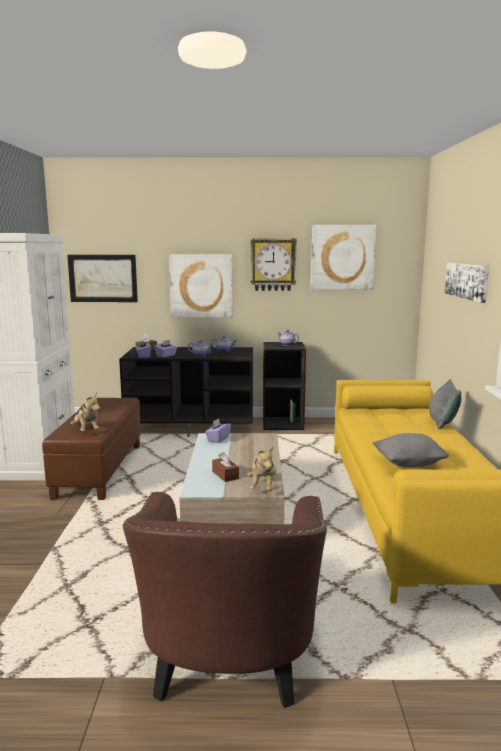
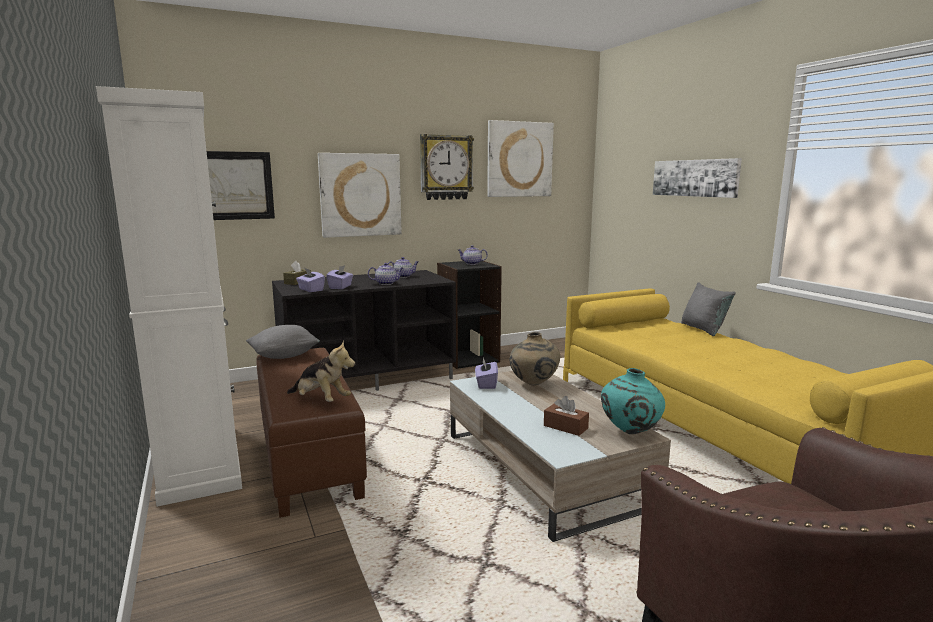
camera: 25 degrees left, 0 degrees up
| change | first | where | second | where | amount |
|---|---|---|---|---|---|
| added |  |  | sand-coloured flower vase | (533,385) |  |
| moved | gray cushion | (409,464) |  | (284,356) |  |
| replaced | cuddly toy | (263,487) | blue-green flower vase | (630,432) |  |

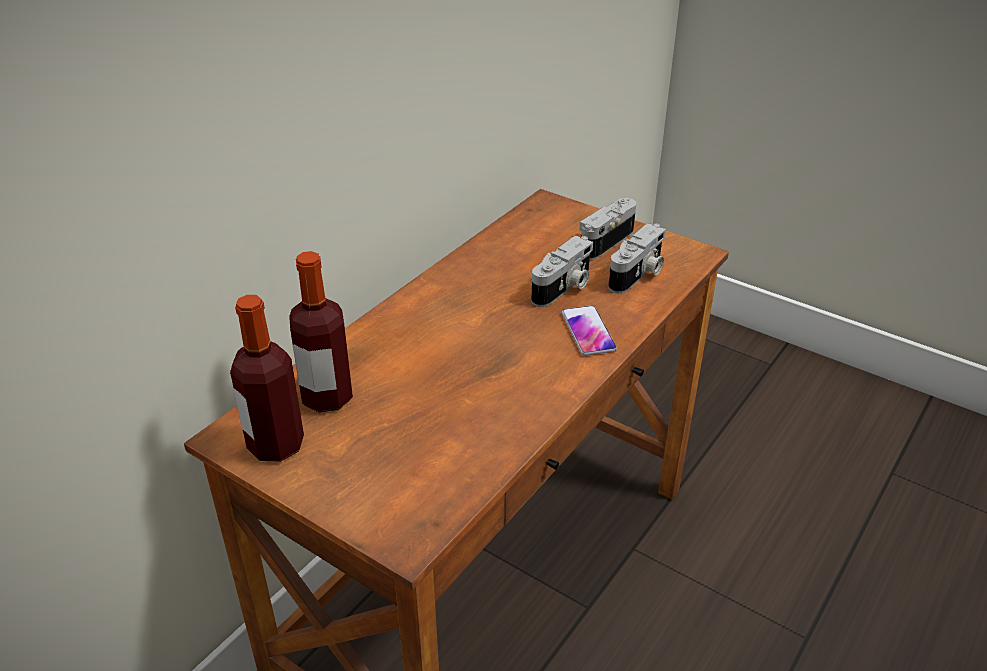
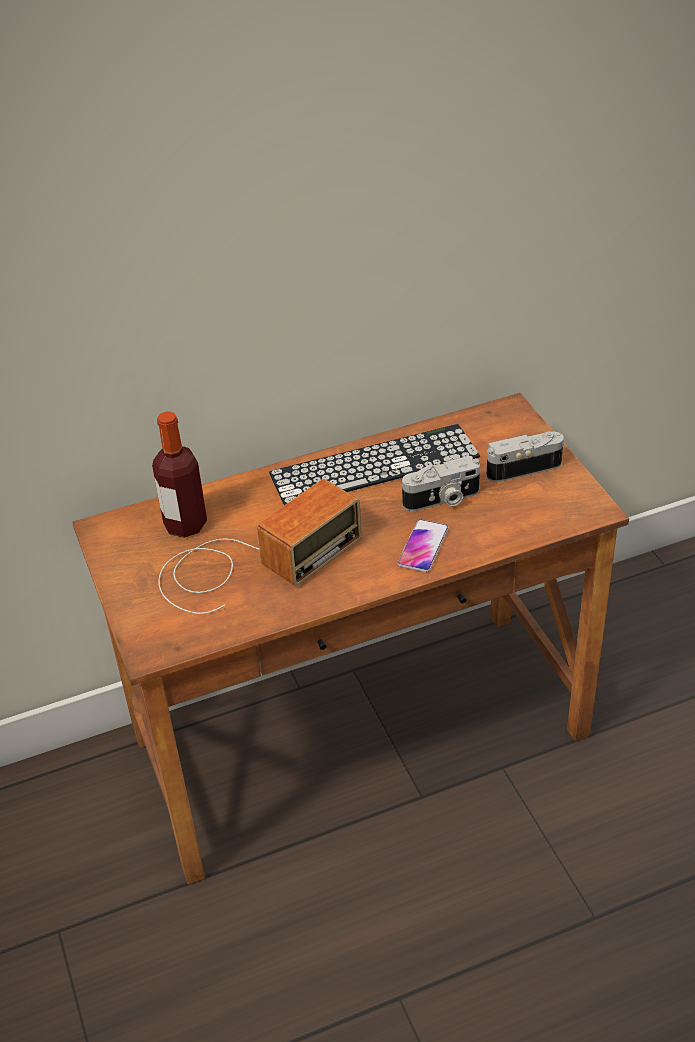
camera: 35 degrees right, 5 degrees up
| change | first | where | second | where | amount |
|---|---|---|---|---|---|
| removed | beverage bottle | (276,445) |  |  |  |
| removed | photo camera | (638,275) |  |  |  |
| added |  |  | radio set | (251,563) |  |
| added |  |  | keyboard | (374,465) |  |

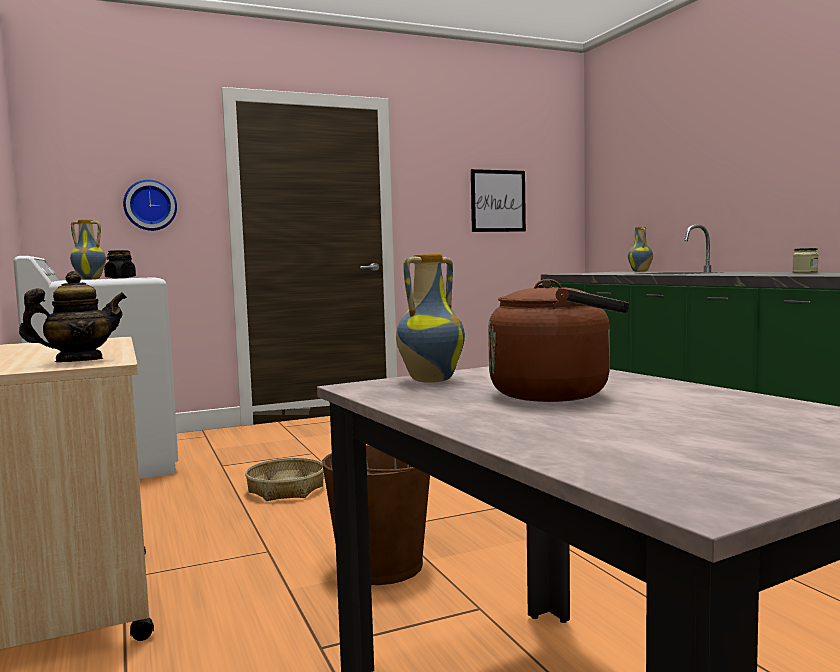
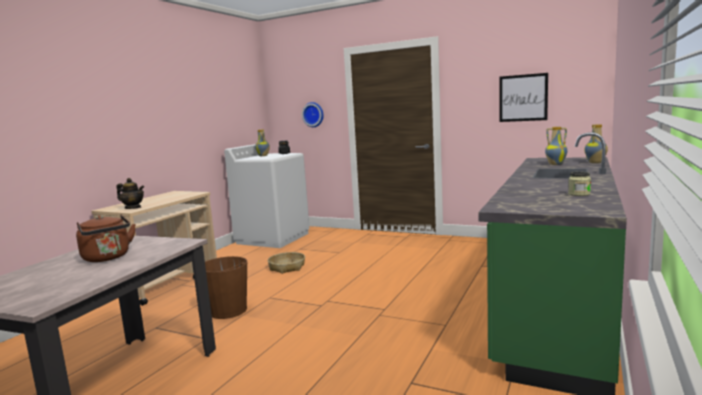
camera: 50 degrees right, 5 degrees up
| change | first | where | second | where | amount |
|---|---|---|---|---|---|
| moved | flower vase | (430,380) |  | (555,164) |  |

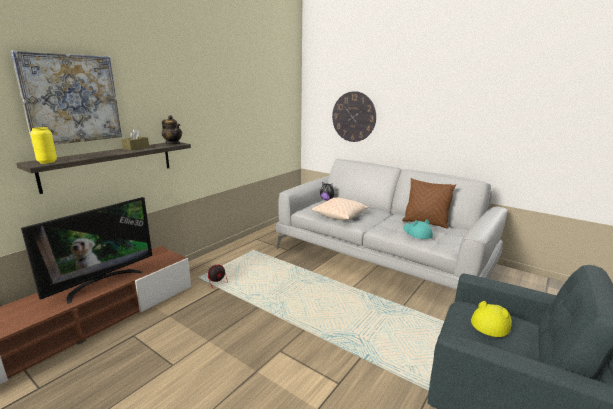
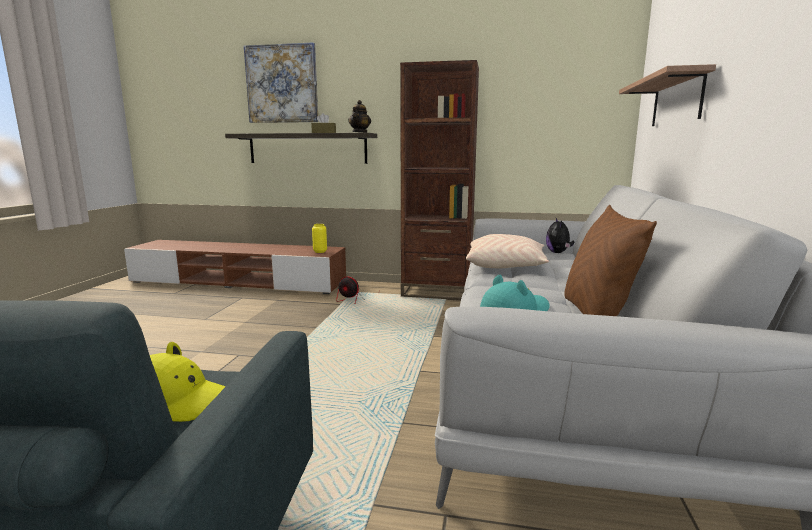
camera: 65 degrees right, 5 degrees down
| change | first | where | second | where | amount |
|---|---|---|---|---|---|
| removed | TV | (101,282) |  |  |  |
| added |  |  | brown-coloured shelving unit | (437,292) |  |
| moved | yellow flower vase | (47,162) |  | (320,251) |  |
| replaced | hanging clock | (353,117) | wall shelf | (676,101) |  |

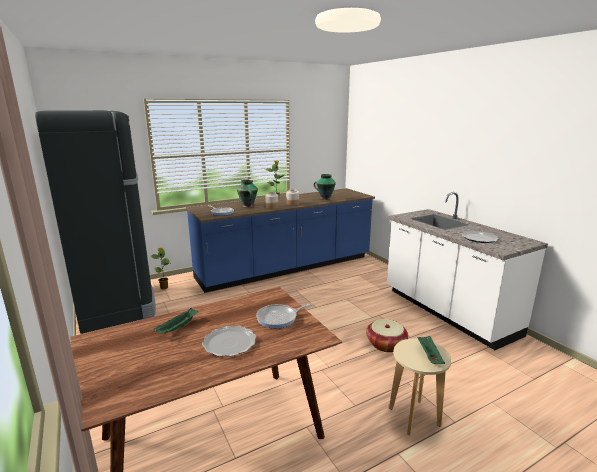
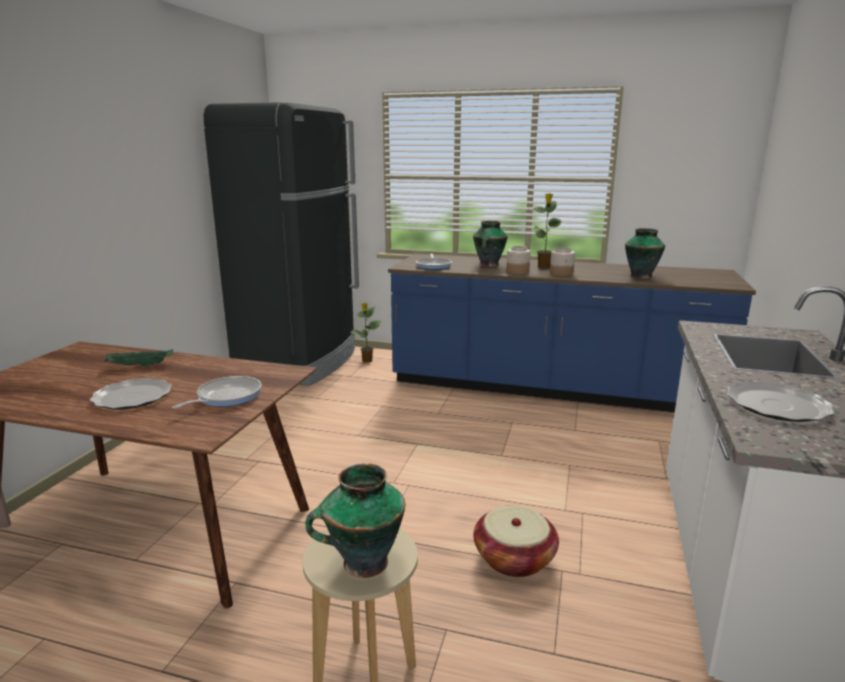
camera: 45 degrees right, 0 degrees up
| change | first | where | second | where | amount |
|---|---|---|---|---|---|
| replaced | greenish carrying tray | (429,356) | flower vase | (362,563) |  |
| turned | pan | (279,318) |  | (226,397) | 105 degrees clockwise |

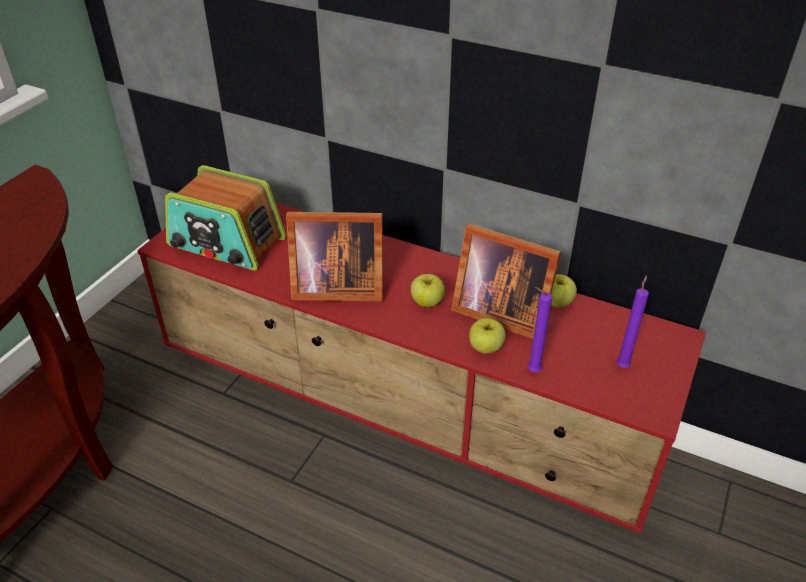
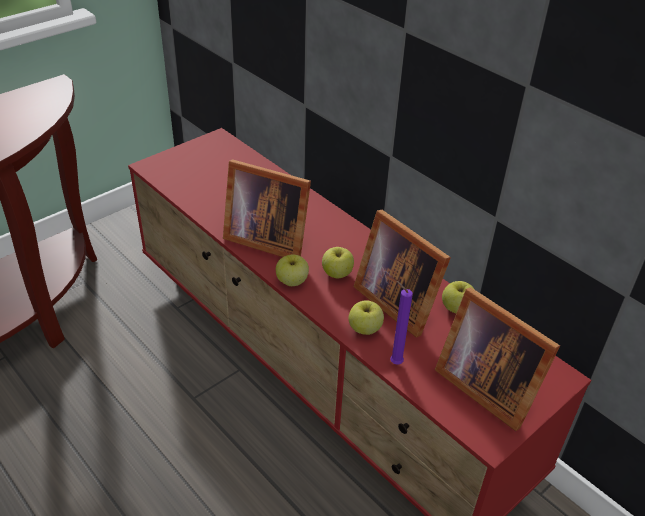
camera: 20 degrees right, 0 degrees up
| change | first | where | second | where | amount |
|---|---|---|---|---|---|
| removed | radio set | (226,243) |  |  |  |
| added |  |  | apple | (292,281) |  |
| replaced | purple-coloured wax candle | (623,365) | standing frame | (485,384) |  |

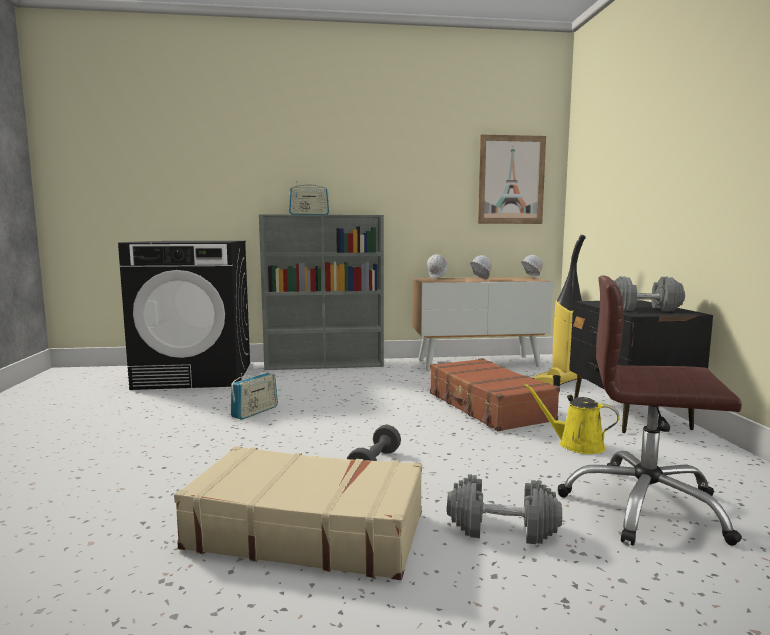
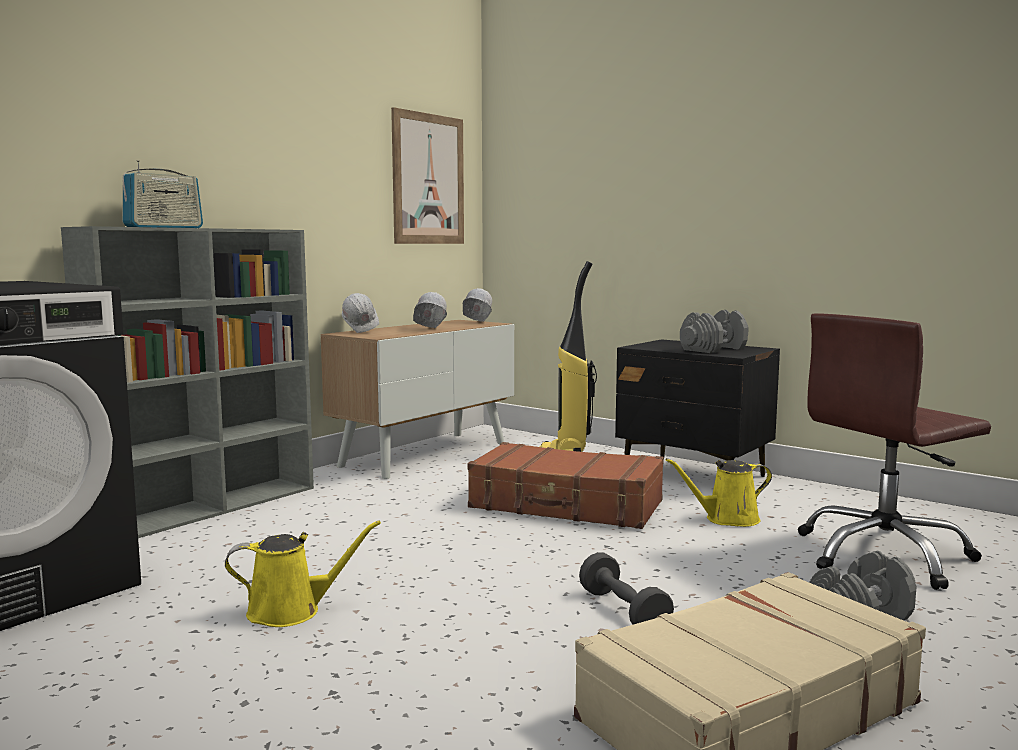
camera: 45 degrees left, 0 degrees up
| change | first | where | second | where | amount |
|---|---|---|---|---|---|
| replaced | radio set | (255,412) | yellow watering can | (291,611) |  |

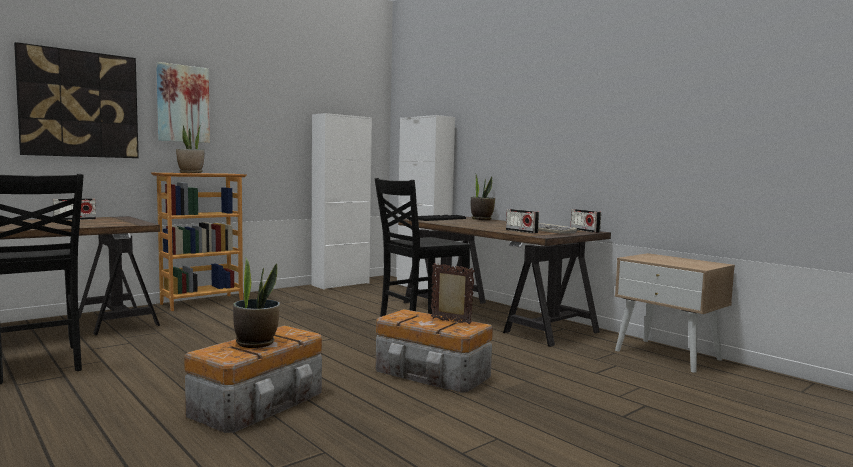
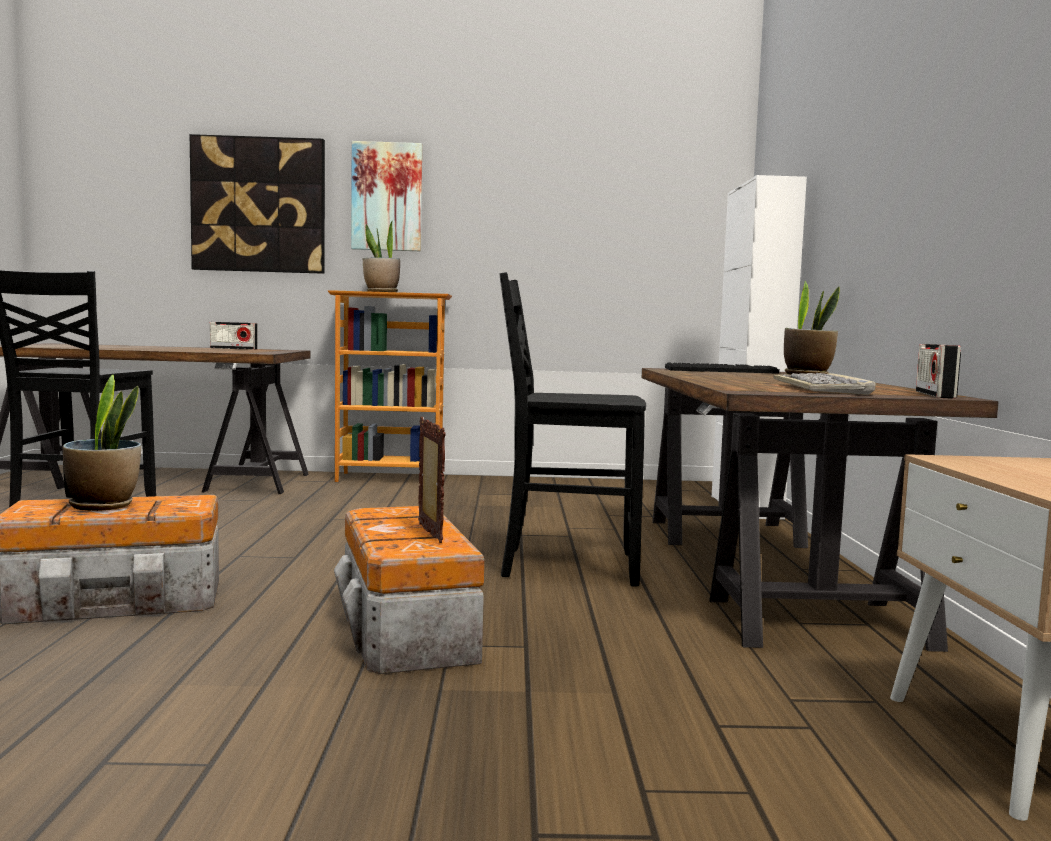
camera: 40 degrees right, 0 degrees up
| change | first | where | second | where | amount |
|---|---|---|---|---|---|
| removed | white-coloured cupboard | (340,284) |  |  |  |
| removed | radio set | (521,231) |  |  |  |

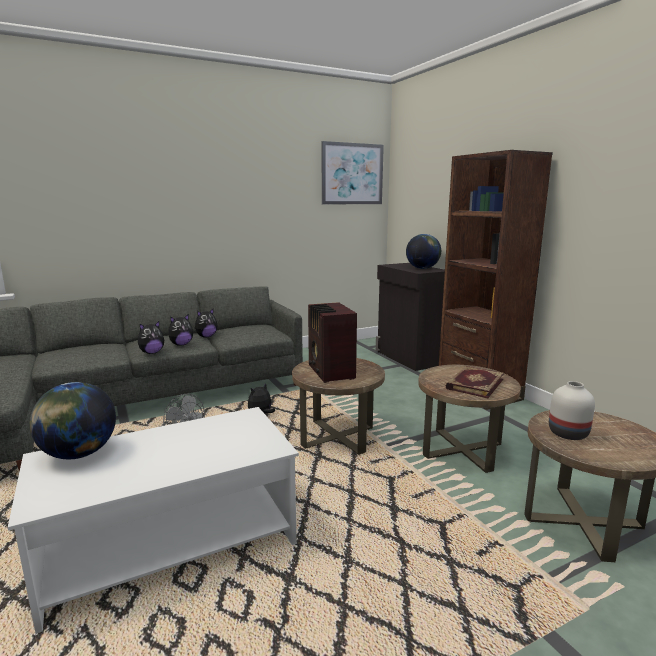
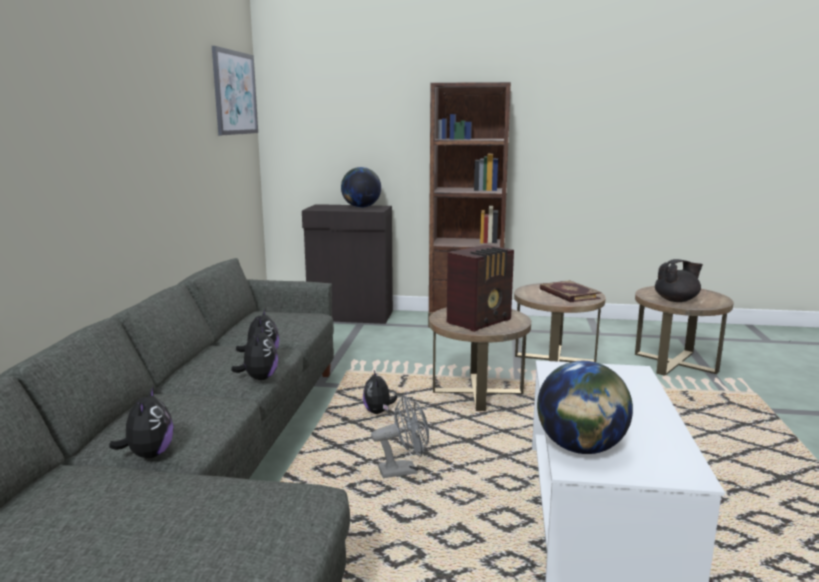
camera: 55 degrees left, 0 degrees up
| change | first | where | second | where | amount |
|---|---|---|---|---|---|
| moved | cuddly toy | (206,336) |  | (149,454) |  |
| replaced | white-coloured flower vase | (568,434) | black-coloured pot for tea | (676,300) |  |
| turned | radio set | (330,372) |  | (481,321) | 60 degrees counterclockwise |

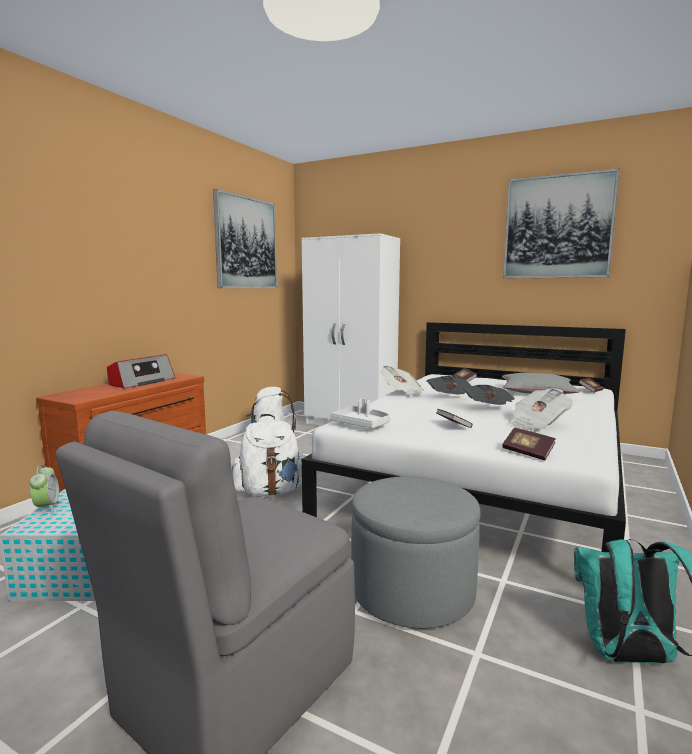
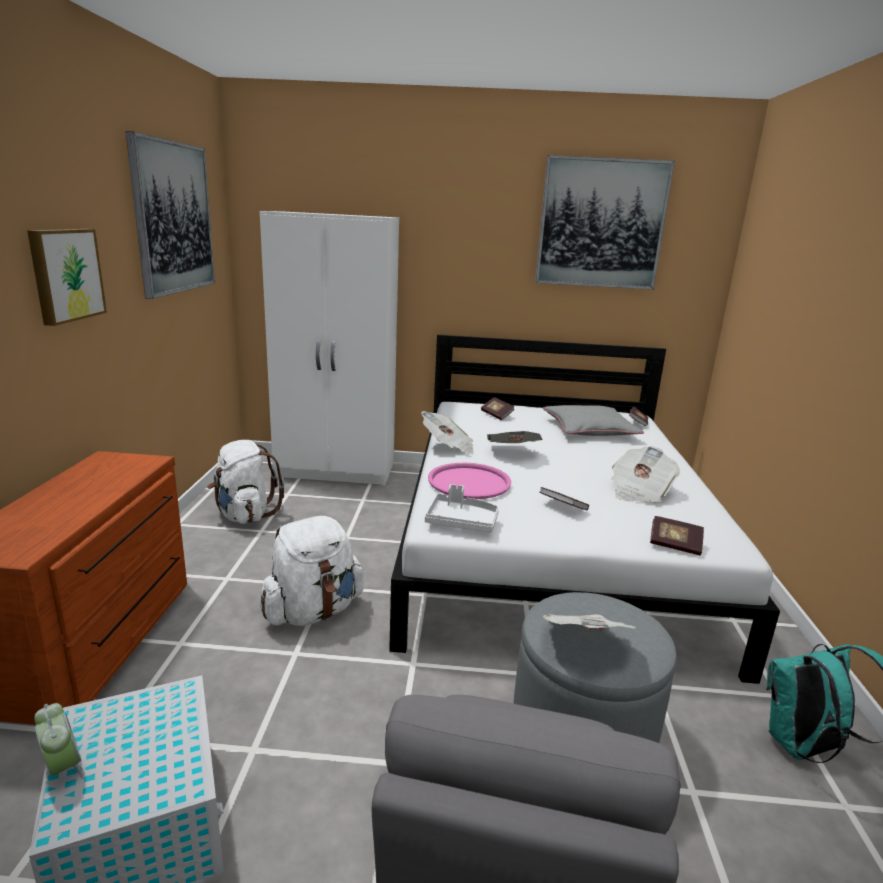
camera: 25 degrees left, 10 degrees up
| change | first | where | second | where | amount |
|---|---|---|---|---|---|
| removed | radio set | (141,382) |  |  |  |
| added |  |  | wall art | (65,274) |  |
| added |  |  | pinkish carrying tray | (469,482) |  |
| moved | printed paper | (488,409) |  | (585,642) |  |

